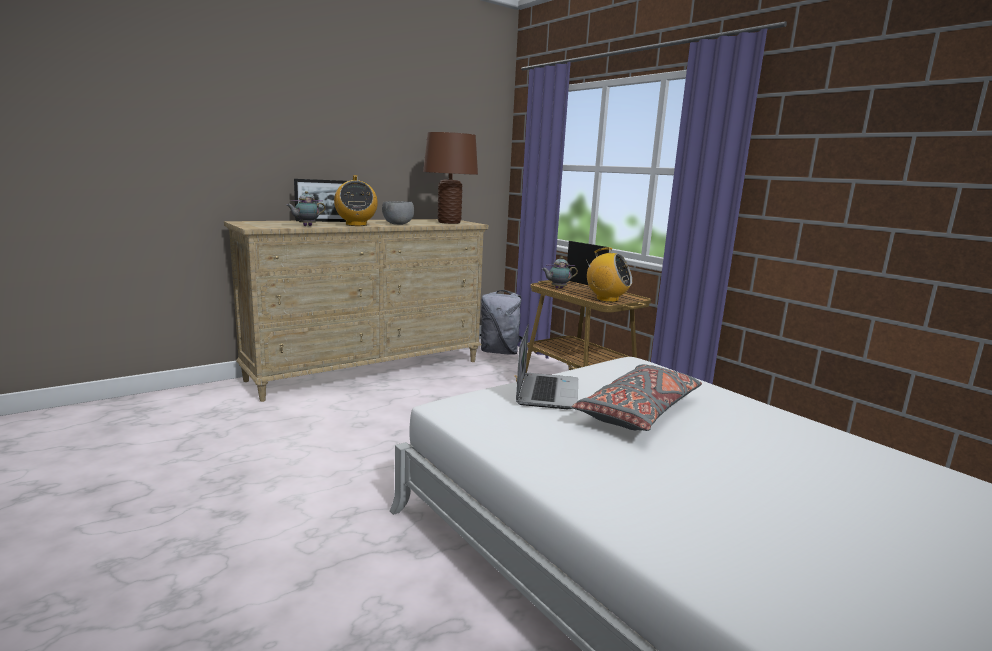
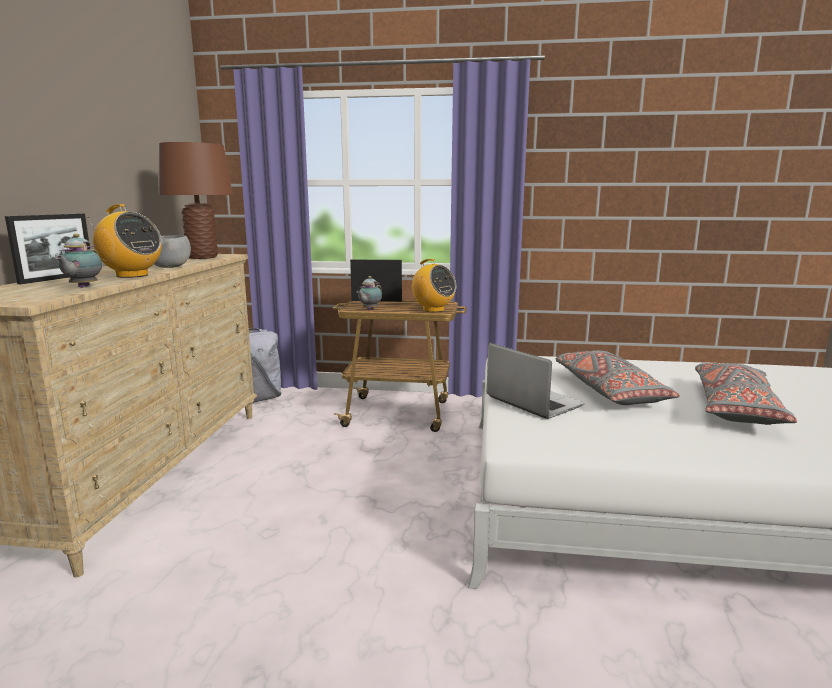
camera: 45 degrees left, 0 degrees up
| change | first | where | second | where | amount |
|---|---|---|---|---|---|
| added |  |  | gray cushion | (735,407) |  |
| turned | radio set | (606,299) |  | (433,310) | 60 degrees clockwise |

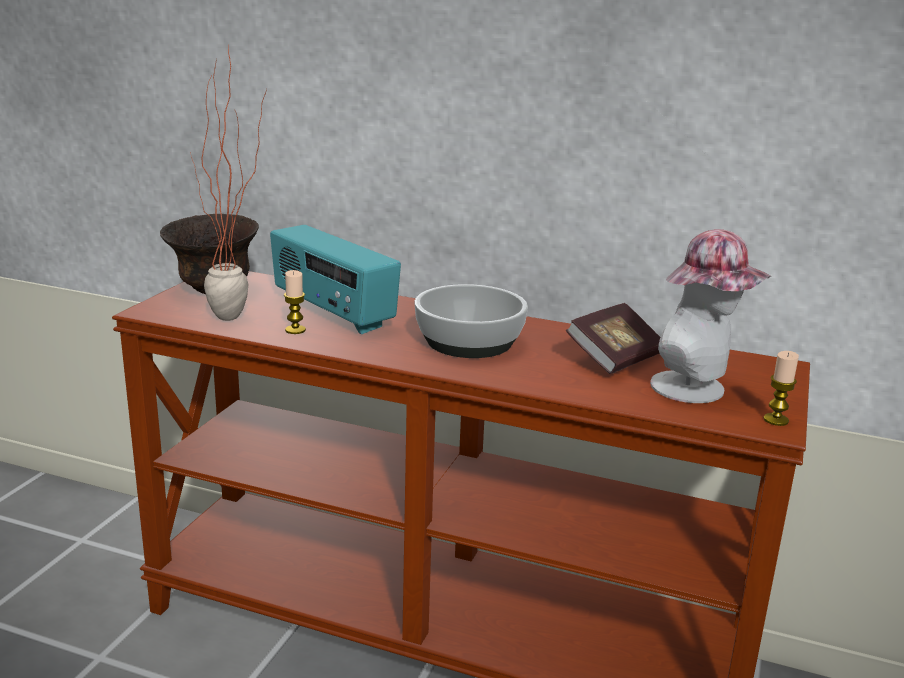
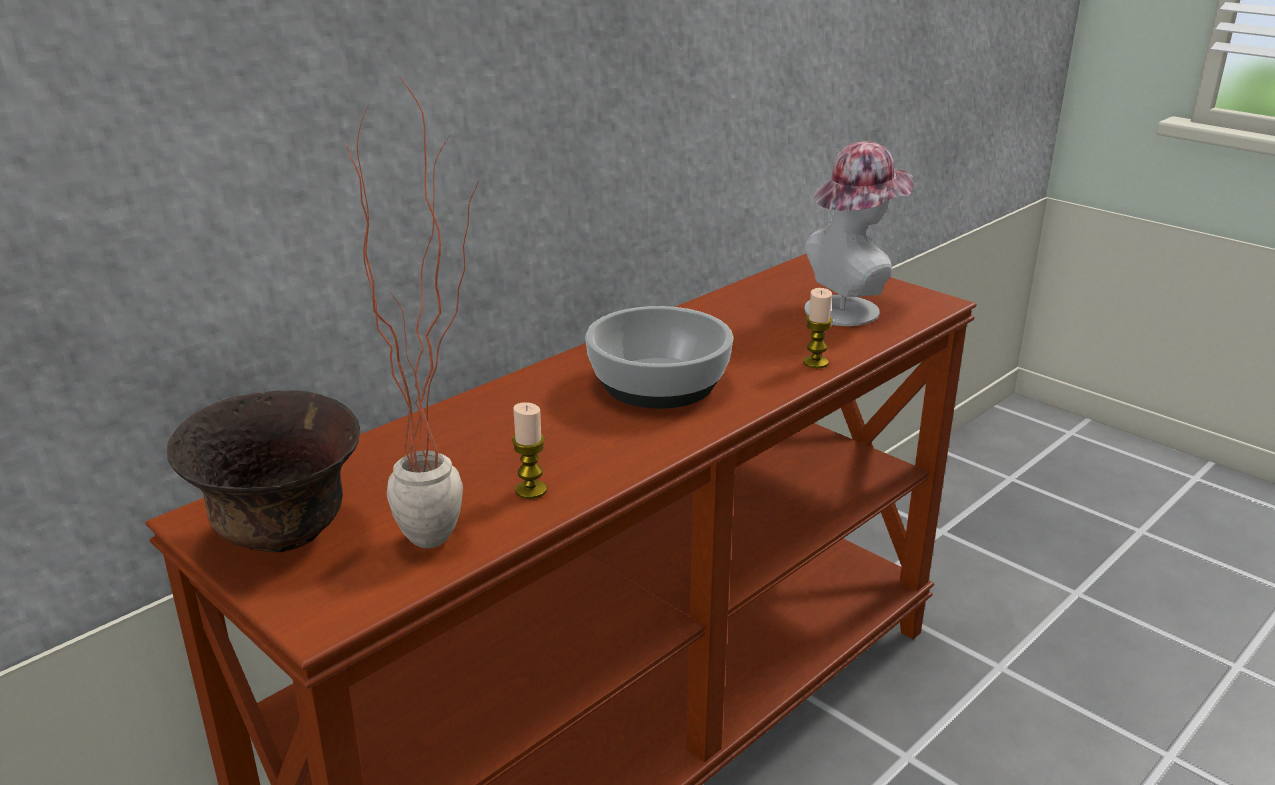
camera: 65 degrees left, 5 degrees up
| change | first | where | second | where | amount |
|---|---|---|---|---|---|
| removed | radio set | (332,312) |  |  |  |
| removed | volume | (615,358) |  |  |  |
| moved | wax candle | (776,420) |  | (815,362) |  |

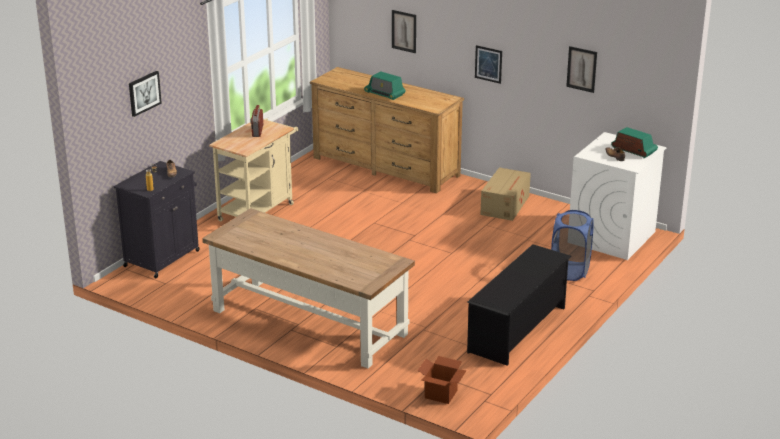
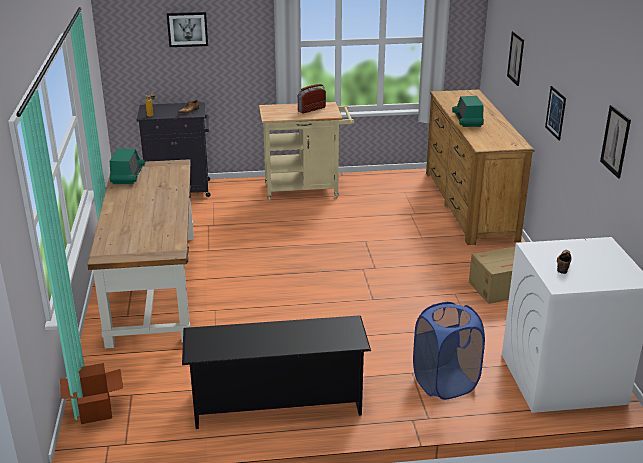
camera: 50 degrees right, 0 degrees up
| change | first | where | second | where | amount |
|---|---|---|---|---|---|
| moved | radio set | (634,150) |  | (127,175) |  |

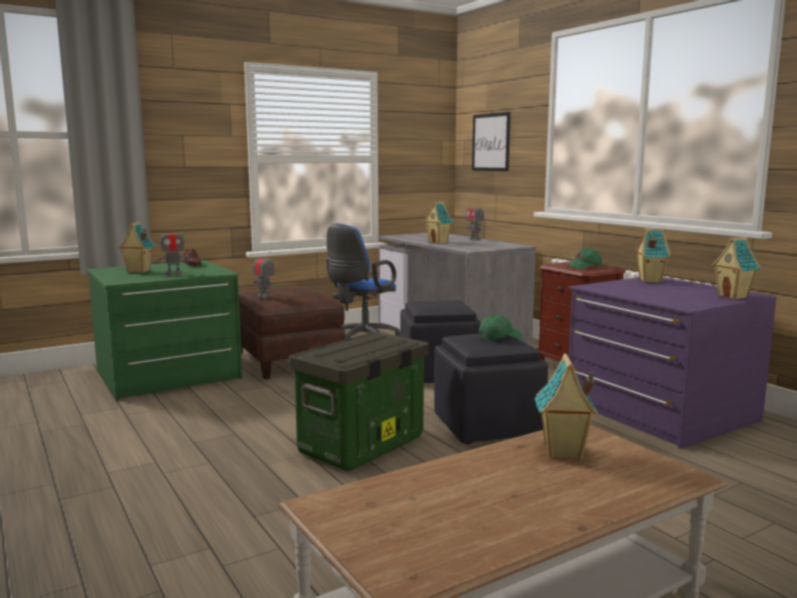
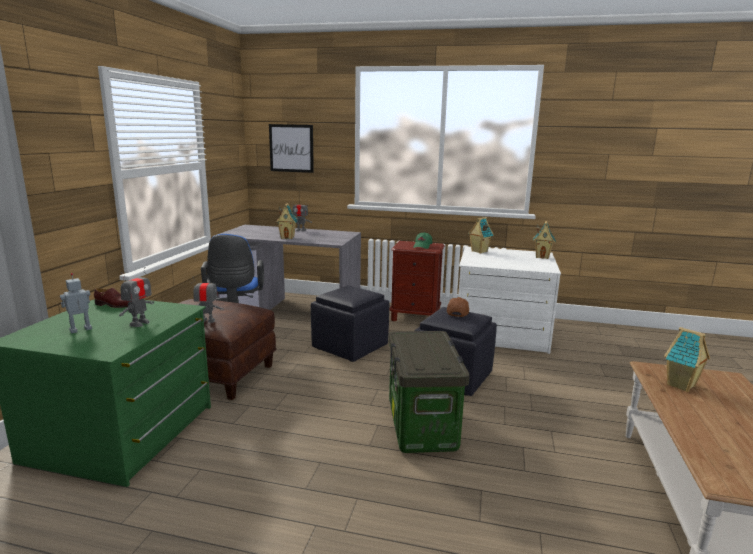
camera: 45 degrees left, 5 degrees up
| change | first | where | second | where | amount |
|---|---|---|---|---|---|
| replaced | toy house | (138,271) | robot figure | (81,330) |  |
| recoloured | greenish cap | (499,337) | brown-coloured cap | (457,312) |  |
| recoloured | purple-coloured dresser | (658,412) | white-coloured dresser | (501,333) |  |

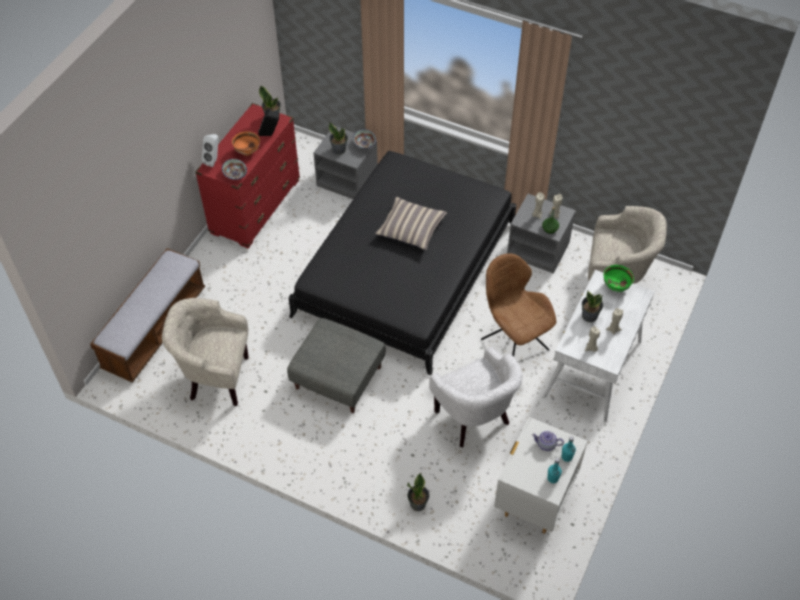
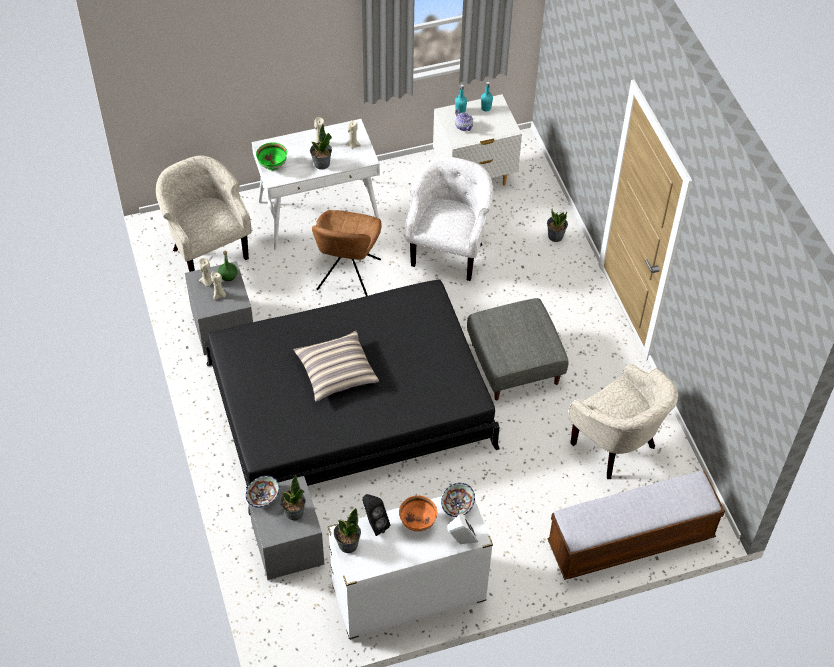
camera: 135 degrees left, 0 degrees up
| change | first | where | second | where | amount |
|---|---|---|---|---|---|
| recoloured | red-coloured dresser | (255,207) | white-coloured dresser | (408,595) |  |

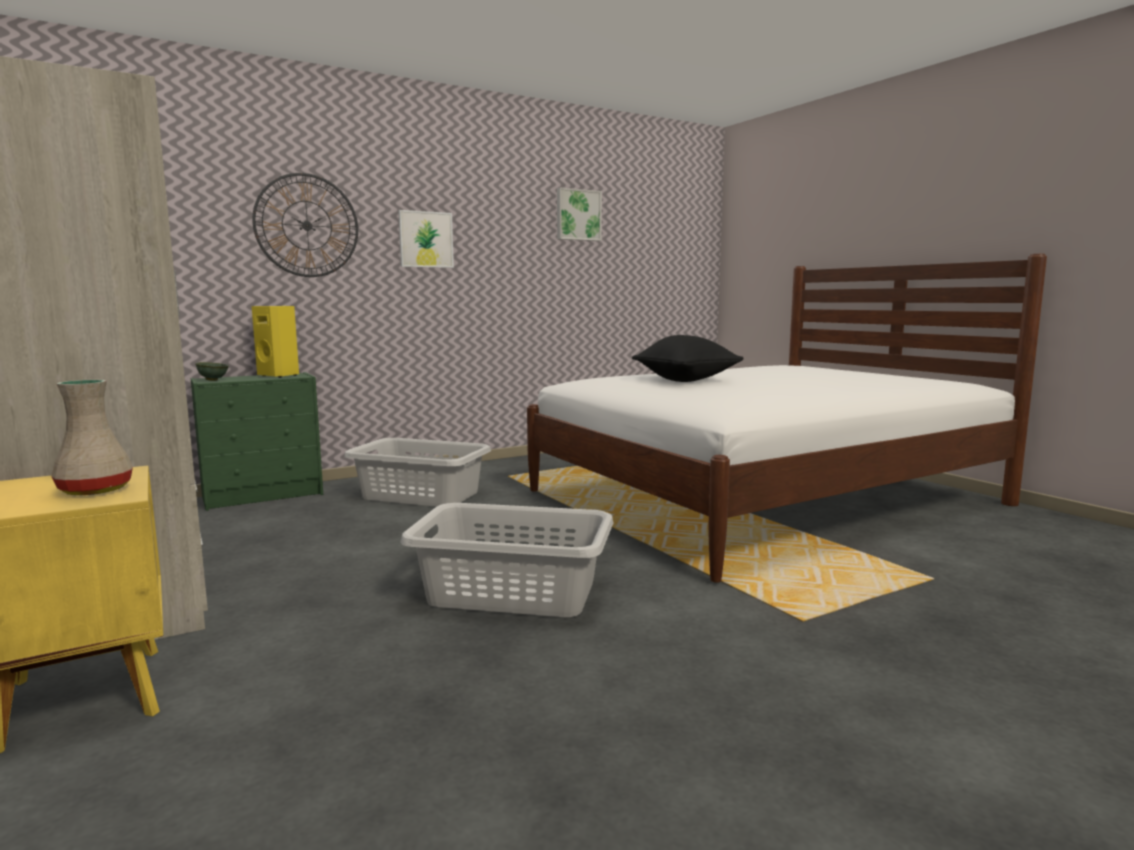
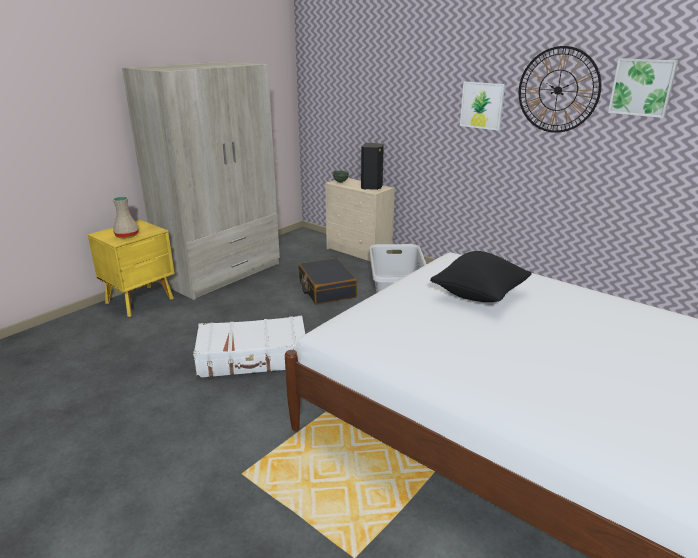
camera: 70 degrees right, 15 degrees up
| change | first | where | second | where | amount |
|---|---|---|---|---|---|
| added |  |  | black-coloured travel case | (326,289) |  |
| moved | hanging clock | (307,225) |  | (558,90) |  |
| replaced | gray laundry basket | (511,592) | white-coloured travel case | (253,358) |  |
| recoloured | greenish dresser | (264,496) | sand-coloured dresser | (359,252) |  |
| recoloured | yellow loudspeaker | (280,375) | black-coloured loudspeaker | (372,187) |  |

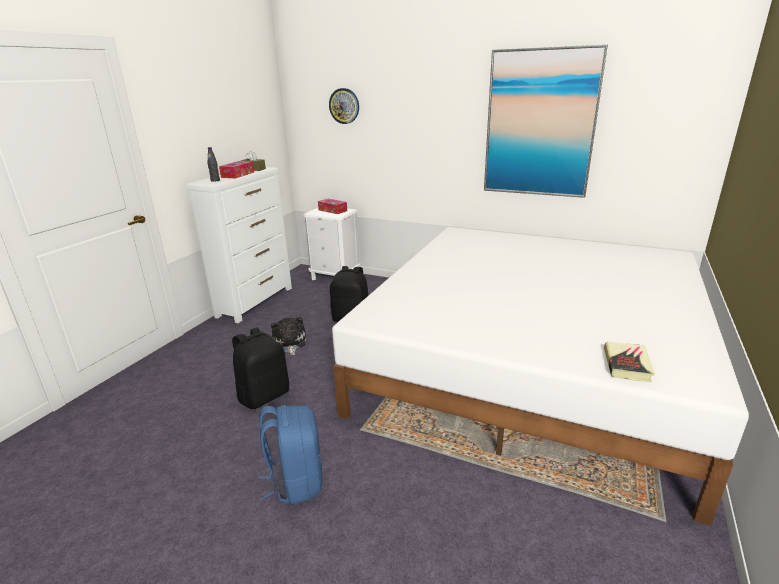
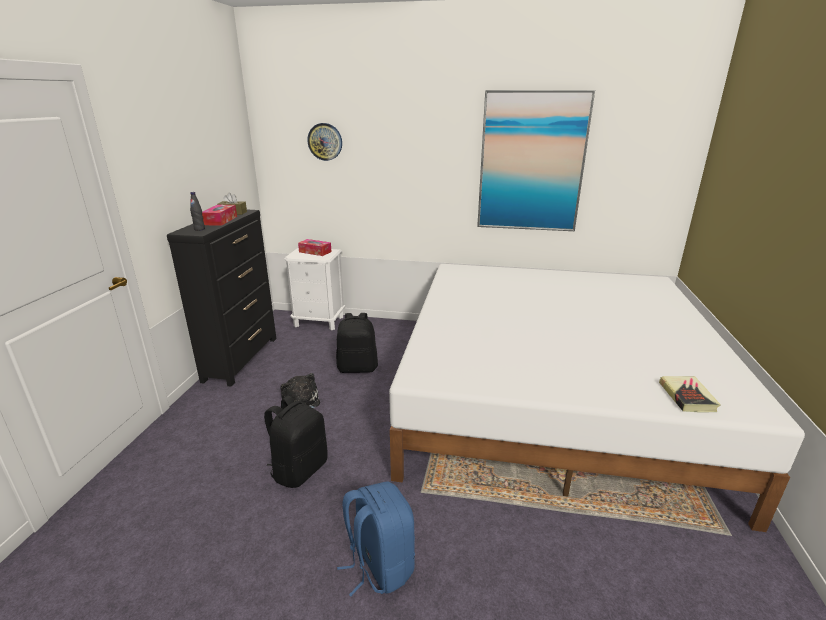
camera: 15 degrees left, 0 degrees up
| change | first | where | second | where | amount |
|---|---|---|---|---|---|
| recoloured | white-coloured dresser | (256,301) | black-coloured dresser | (242,358) |  |

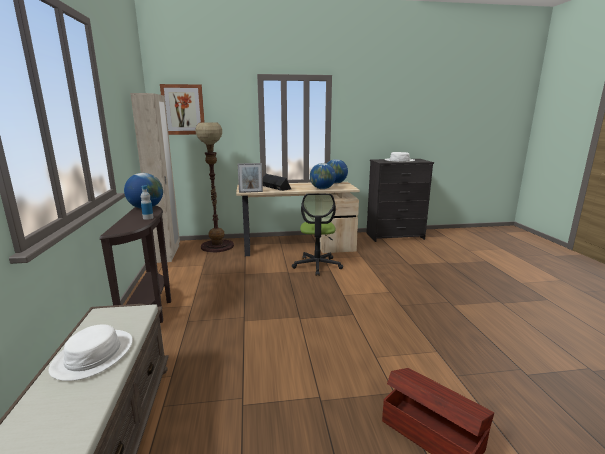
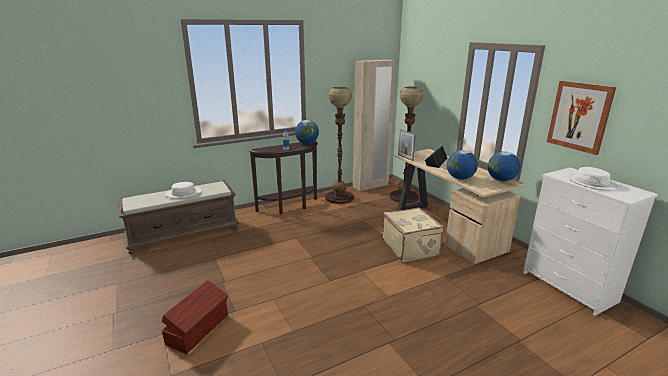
camera: 70 degrees right, 5 degrees up
| change | first | where | second | where | amount |
|---|---|---|---|---|---|
| added |  |  | standing lamp | (339,197) |  |
| moved | wall art | (183,109) |  | (579,116) |  |
| replaced | computer chair | (317,265) | sand-coloured travel case | (411,248) |  |
| recoloured | black-coloured dresser | (395,236) | white-coloured dresser | (569,287) |  |

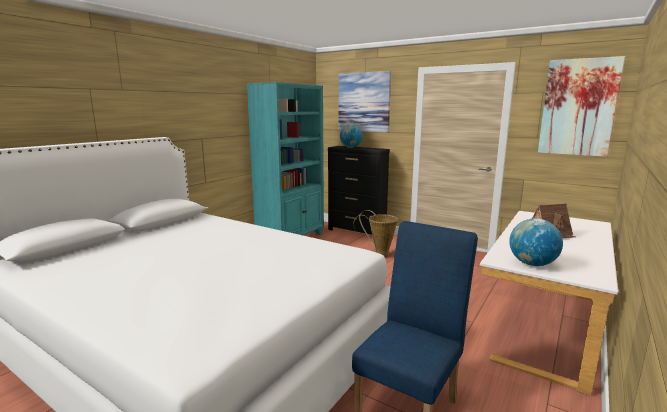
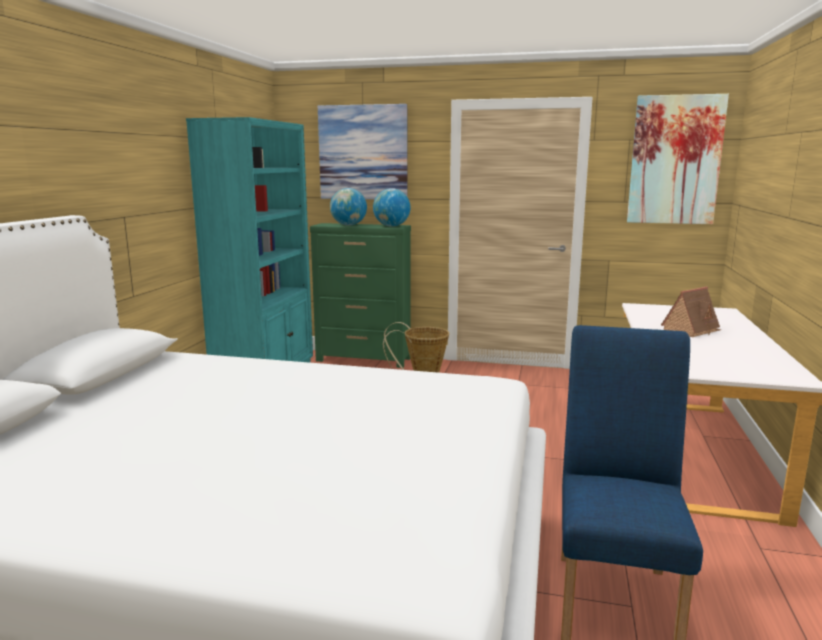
camera: 20 degrees left, 0 degrees up
| change | first | where | second | where | amount |
|---|---|---|---|---|---|
| moved | desk globe | (532,264) |  | (391,226) |  |
| recoloured | black-coloured dresser | (357,232) | greenish dresser | (364,360) |  |

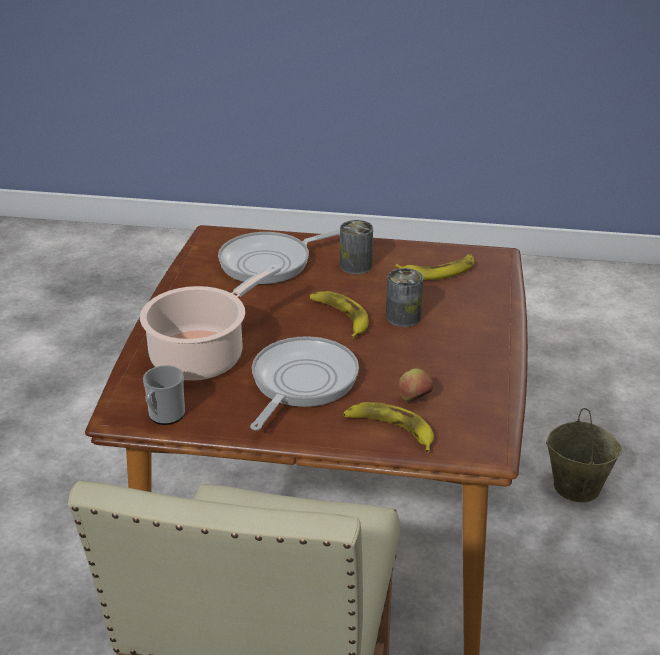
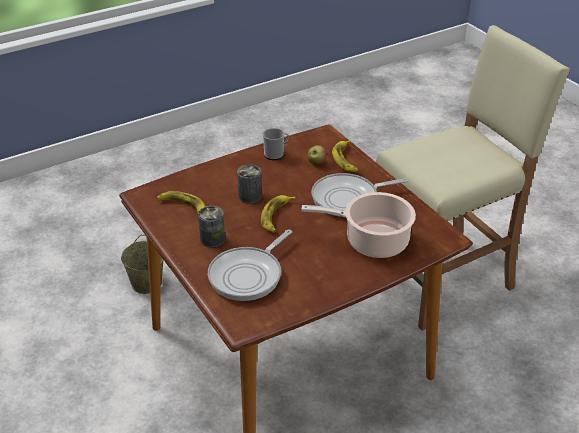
camera: 130 degrees left, 5 degrees up
| change | first | where | second | where | amount |
|---|---|---|---|---|---|
| moved | coffee mug | (164,416) |  | (276,154) |  |
| turned | pan | (270,263) |  | (248,275) | 105 degrees clockwise |

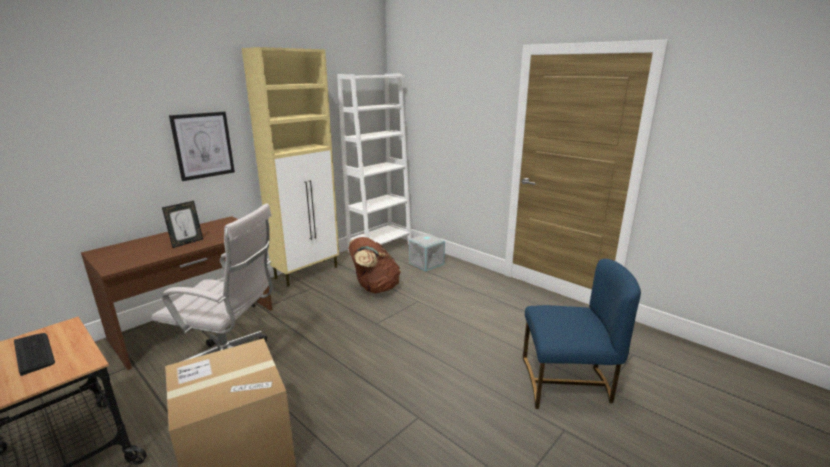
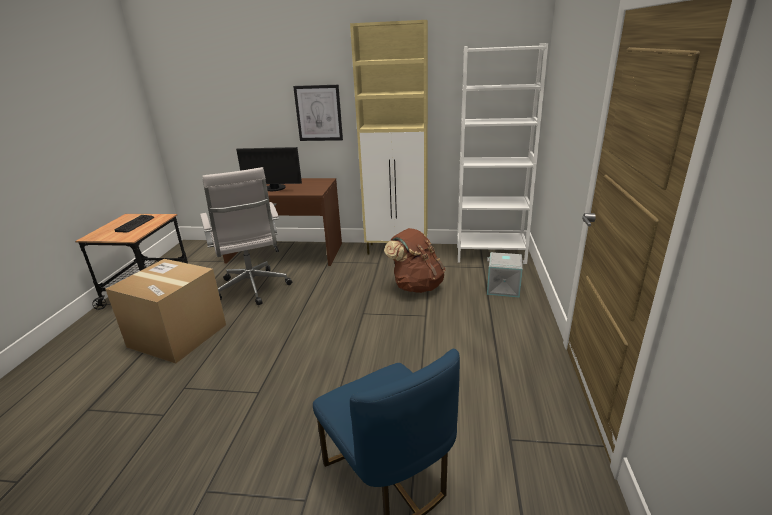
camera: 55 degrees right, 5 degrees up
| change | first | where | second | where | amount |
|---|---|---|---|---|---|
| replaced | standing frame | (187,243) | computer screen | (274,189) |  |

